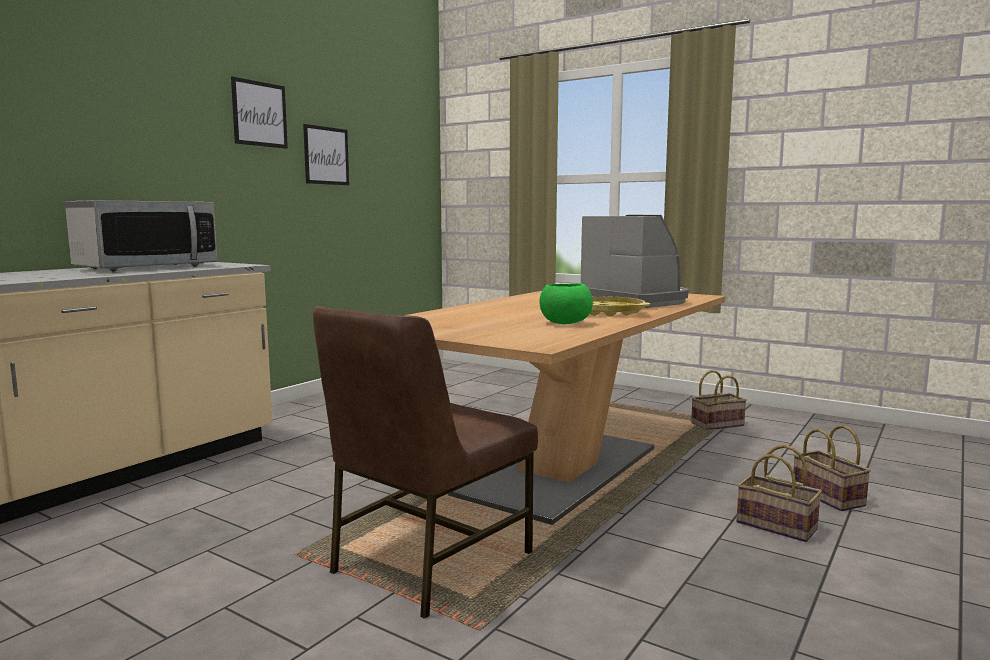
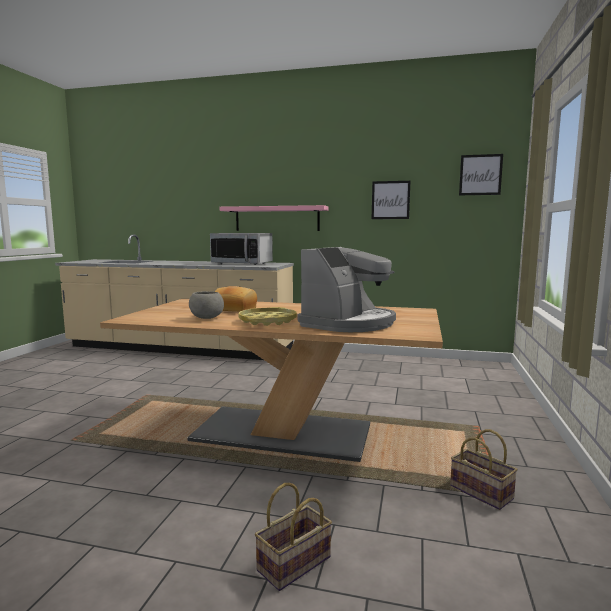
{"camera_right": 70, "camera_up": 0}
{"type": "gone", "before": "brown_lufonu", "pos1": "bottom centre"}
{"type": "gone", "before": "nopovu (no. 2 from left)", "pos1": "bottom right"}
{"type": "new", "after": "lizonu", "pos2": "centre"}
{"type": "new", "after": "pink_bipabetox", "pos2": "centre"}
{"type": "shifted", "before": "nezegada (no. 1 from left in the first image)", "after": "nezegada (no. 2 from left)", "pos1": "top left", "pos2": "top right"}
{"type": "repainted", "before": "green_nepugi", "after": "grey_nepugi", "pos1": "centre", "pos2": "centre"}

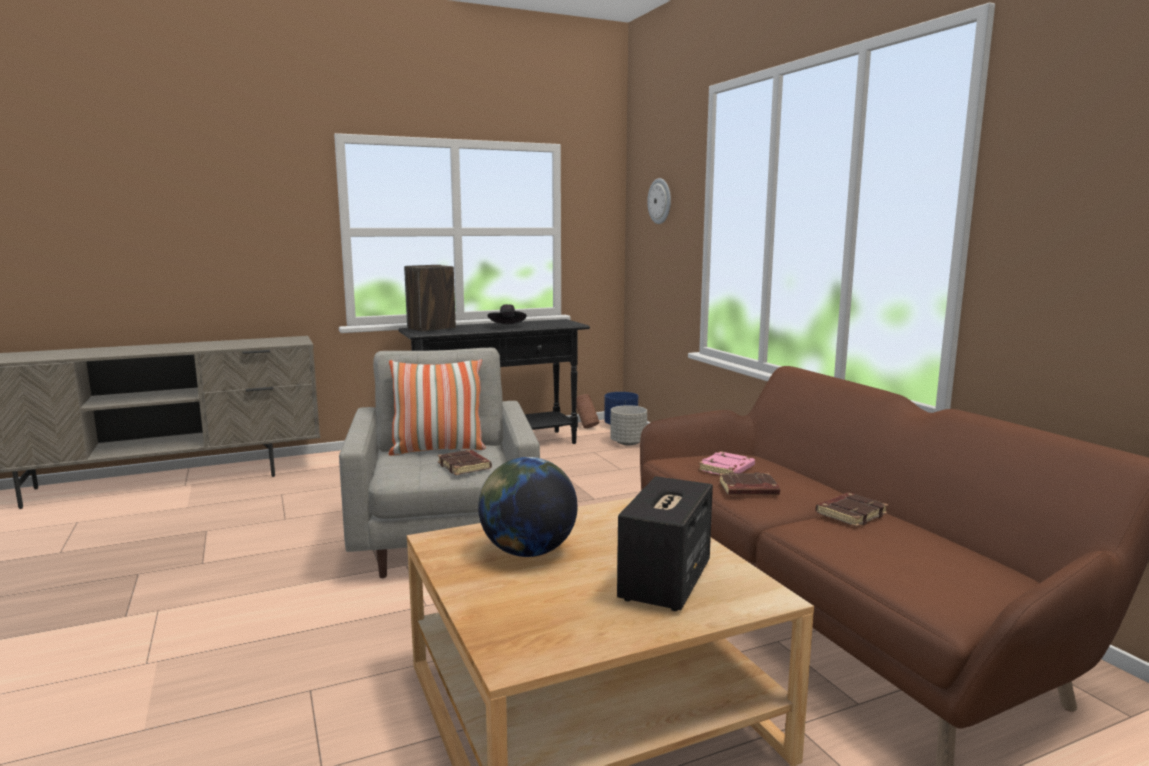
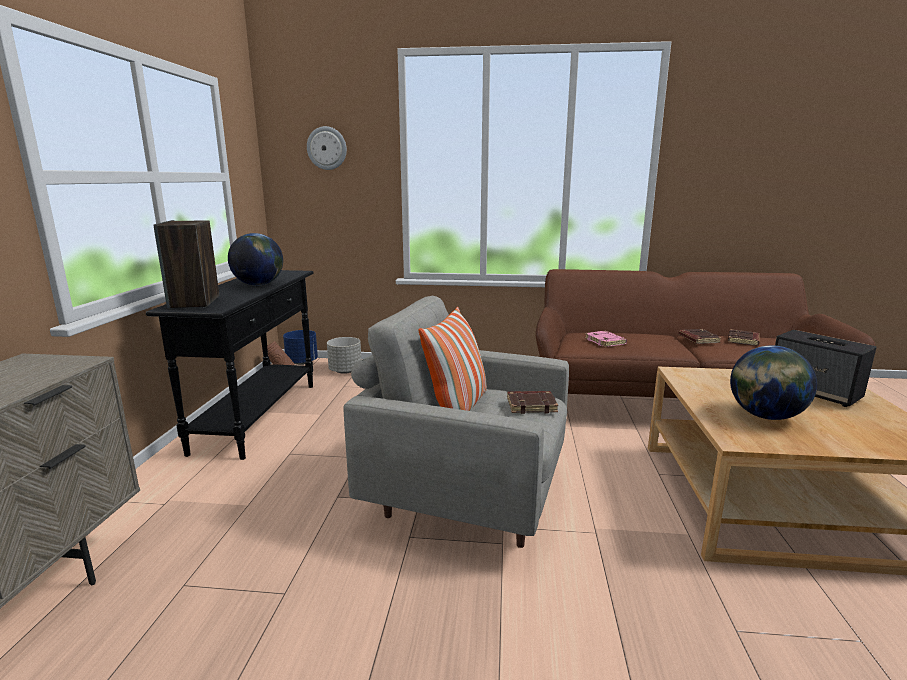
{"camera_right": -60, "camera_up": 5}
{"type": "shifted", "before": "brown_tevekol (no. 2 from left in the first image)", "after": "brown_tevekol (no. 3 from left)", "pos1": "centre", "pos2": "middle right"}
{"type": "swapped", "before": "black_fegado", "after": "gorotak (no. 1 from left)", "pos1": "centre", "pos2": "middle left"}

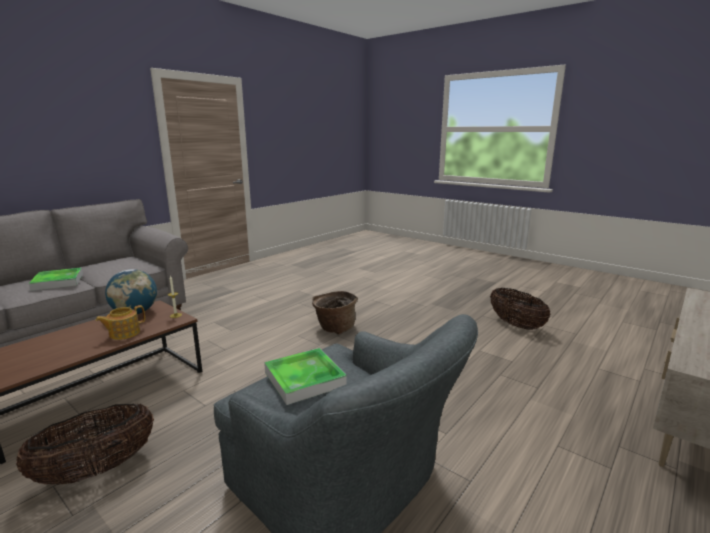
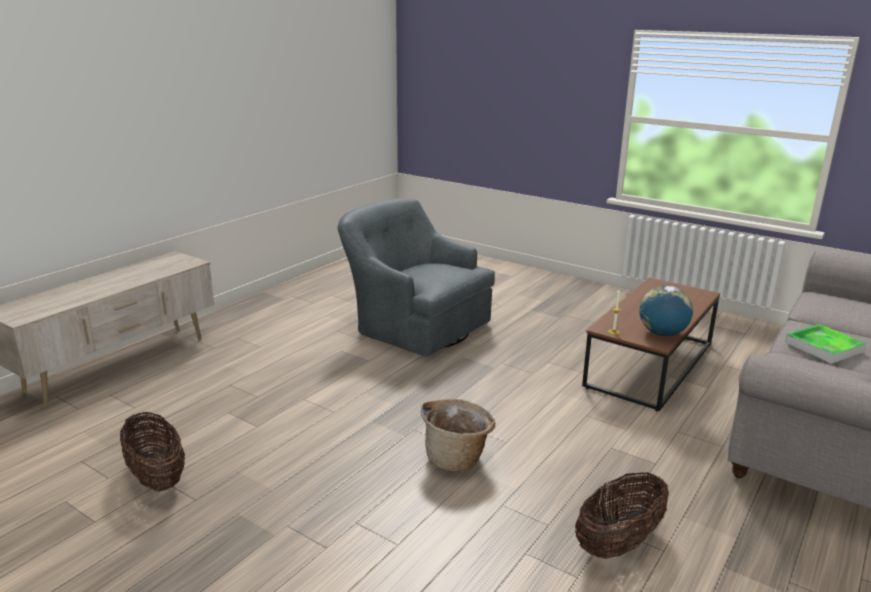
{"camera_right": 175, "camera_up": 5}
{"type": "gone", "before": "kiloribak", "pos1": "middle left"}
{"type": "gone", "before": "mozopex (no. 2 from left)", "pos1": "bottom centre"}
{"type": "shifted", "before": "nopovu (no. 1 from left in the first image)", "after": "nopovu (no. 3 from left)", "pos1": "bottom left", "pos2": "bottom right"}

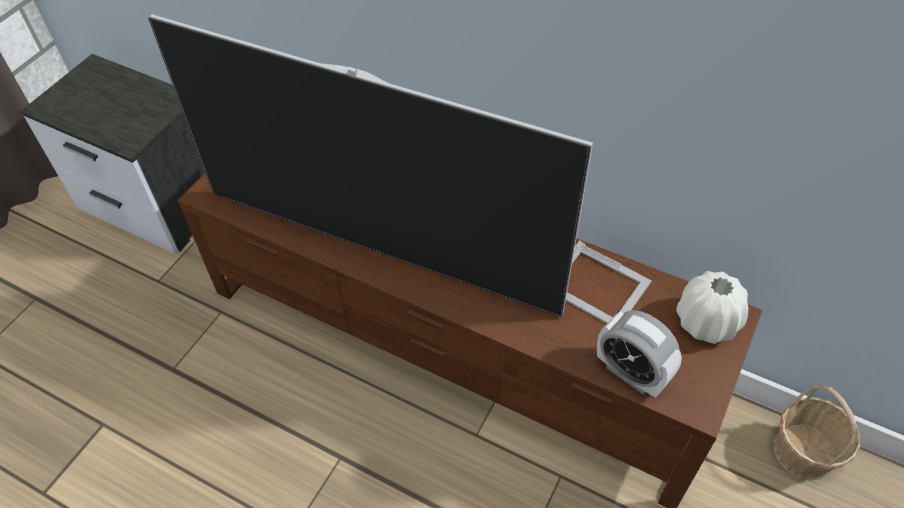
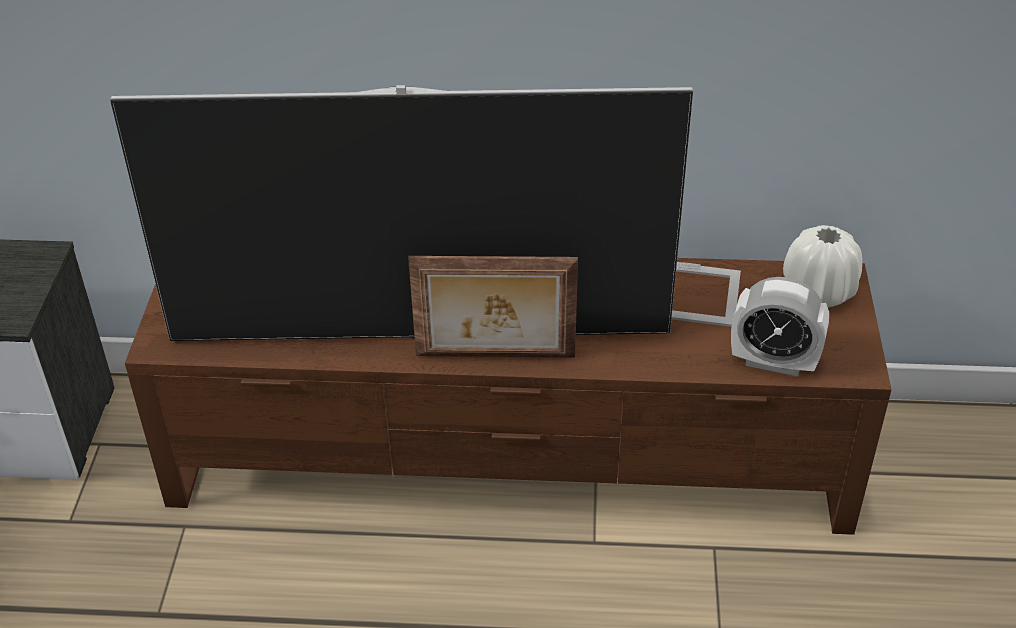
{"camera_right": -25, "camera_up": -10}
{"type": "gone", "before": "nopovu", "pos1": "bottom right"}
{"type": "new", "after": "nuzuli (no. 1 from left)", "pos2": "centre"}

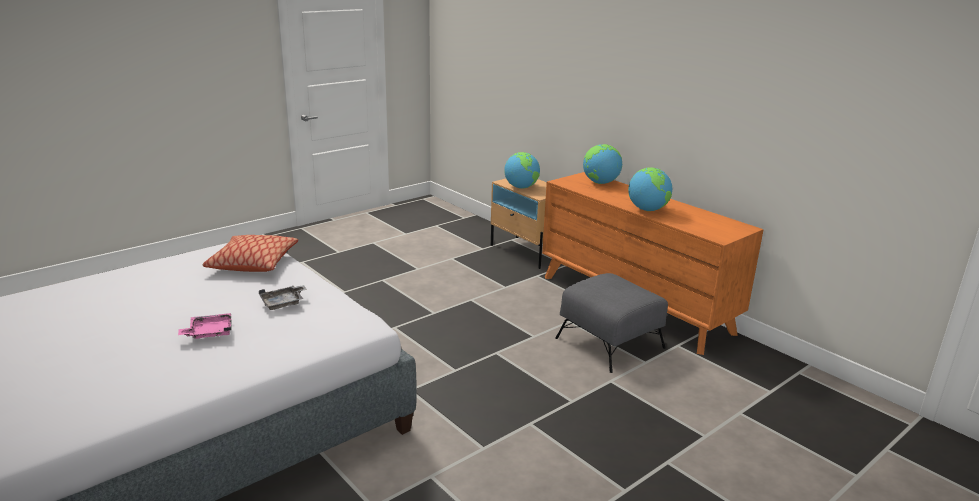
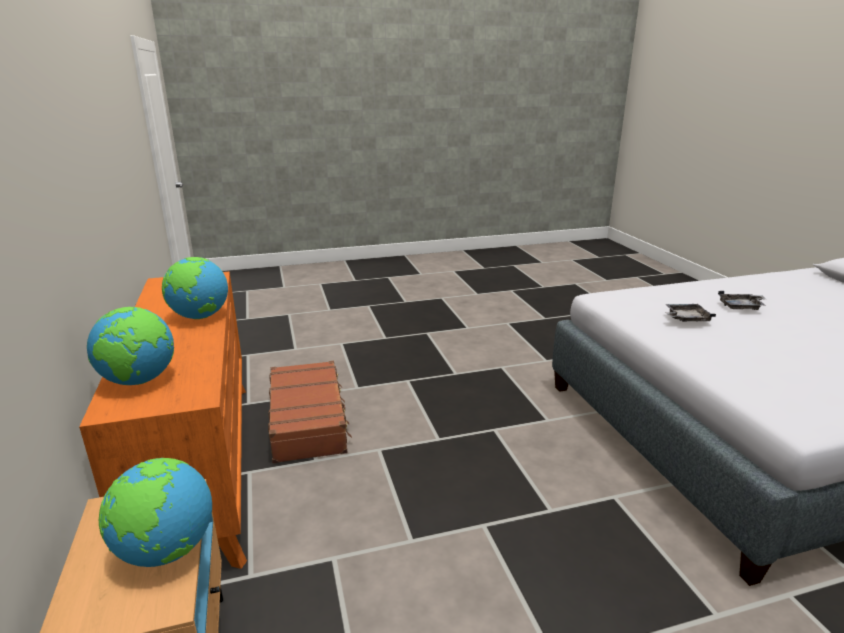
{"camera_right": -155, "camera_up": 0}
{"type": "gone", "before": "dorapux", "pos1": "middle left"}
{"type": "swapped", "before": "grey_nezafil", "after": "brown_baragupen", "pos1": "centre", "pos2": "centre"}
{"type": "repainted", "before": "pink_mozopex", "after": "grey_mozopex (no. 2 from left)", "pos1": "middle left", "pos2": "middle right"}

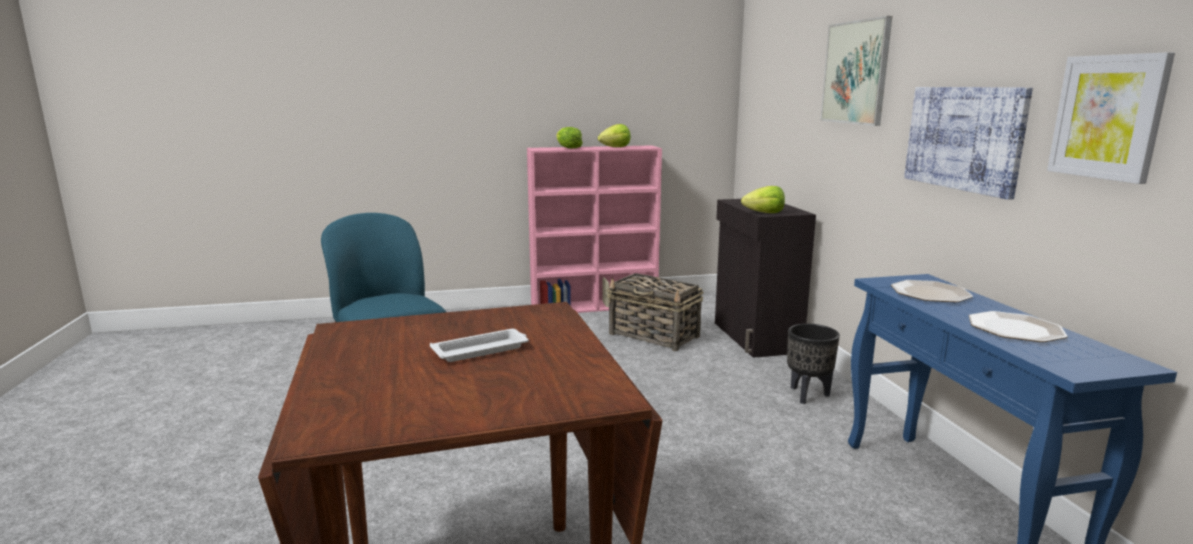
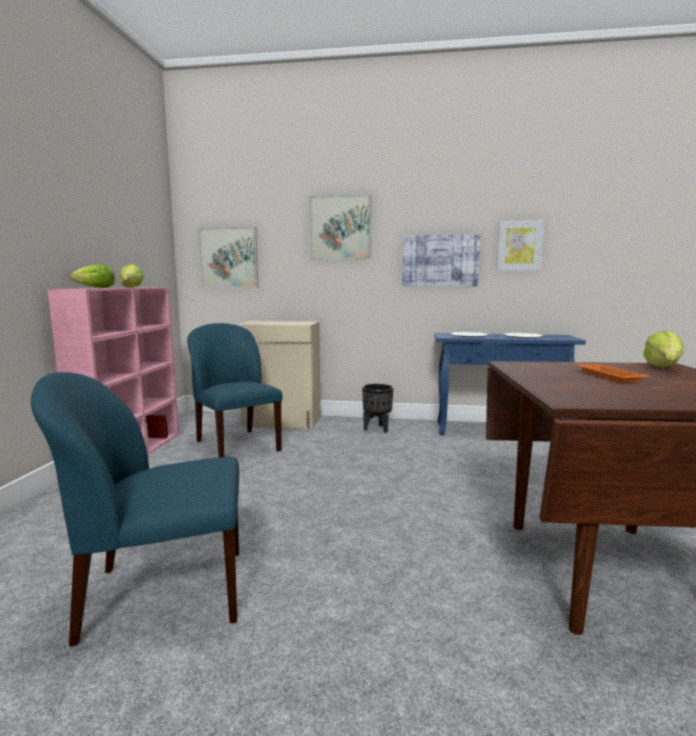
{"camera_right": -70, "camera_up": -5}
{"type": "new", "after": "nezegada (no. 1 from left)", "pos2": "middle left"}
{"type": "shifted", "before": "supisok (no. 3 from left)", "pos1": "centre", "pos2": "middle right"}
{"type": "swapped", "before": "nopovu", "after": "blue_lufonu (no. 2 from left)", "pos1": "centre", "pos2": "centre"}
{"type": "repainted", "before": "white_mozopex", "after": "orange_mozopex", "pos1": "centre", "pos2": "middle right"}
{"type": "repainted", "before": "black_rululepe", "after": "beige_rululepe", "pos1": "centre", "pos2": "centre"}

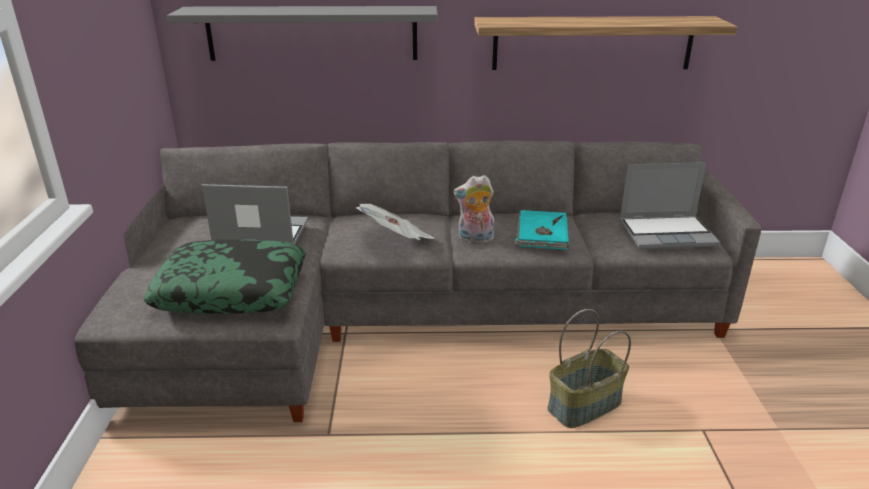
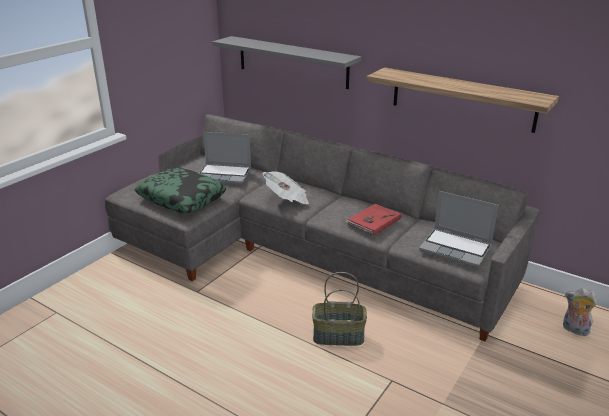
{"camera_right": 35, "camera_up": 0}
{"type": "shifted", "before": "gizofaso", "pos1": "centre", "pos2": "bottom right"}
{"type": "repainted", "before": "turquoise_tevekol", "after": "red_tevekol", "pos1": "centre", "pos2": "centre"}
{"type": "rotated", "before": "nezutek (no. 1 from left)", "pos1": "middle left", "pos2": "centre", "turn": 150}

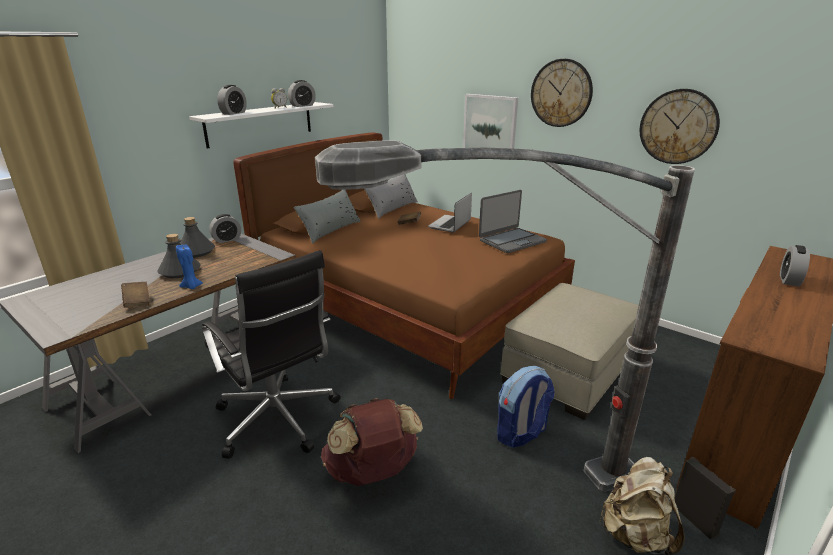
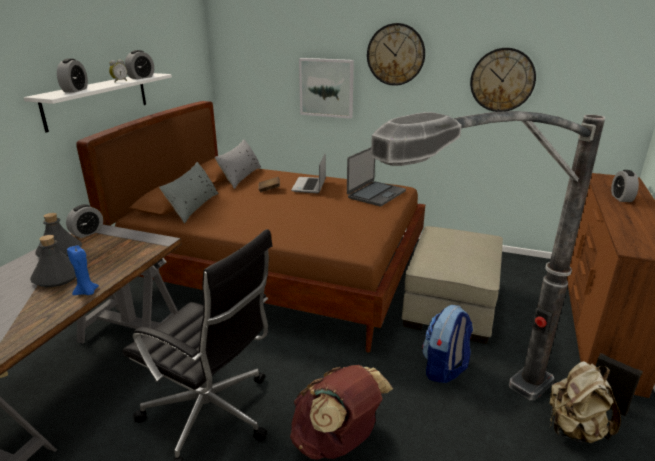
{"camera_right": -20, "camera_up": 0}
{"type": "gone", "before": "brown_tevekol (no. 1 from left)", "pos1": "middle left"}

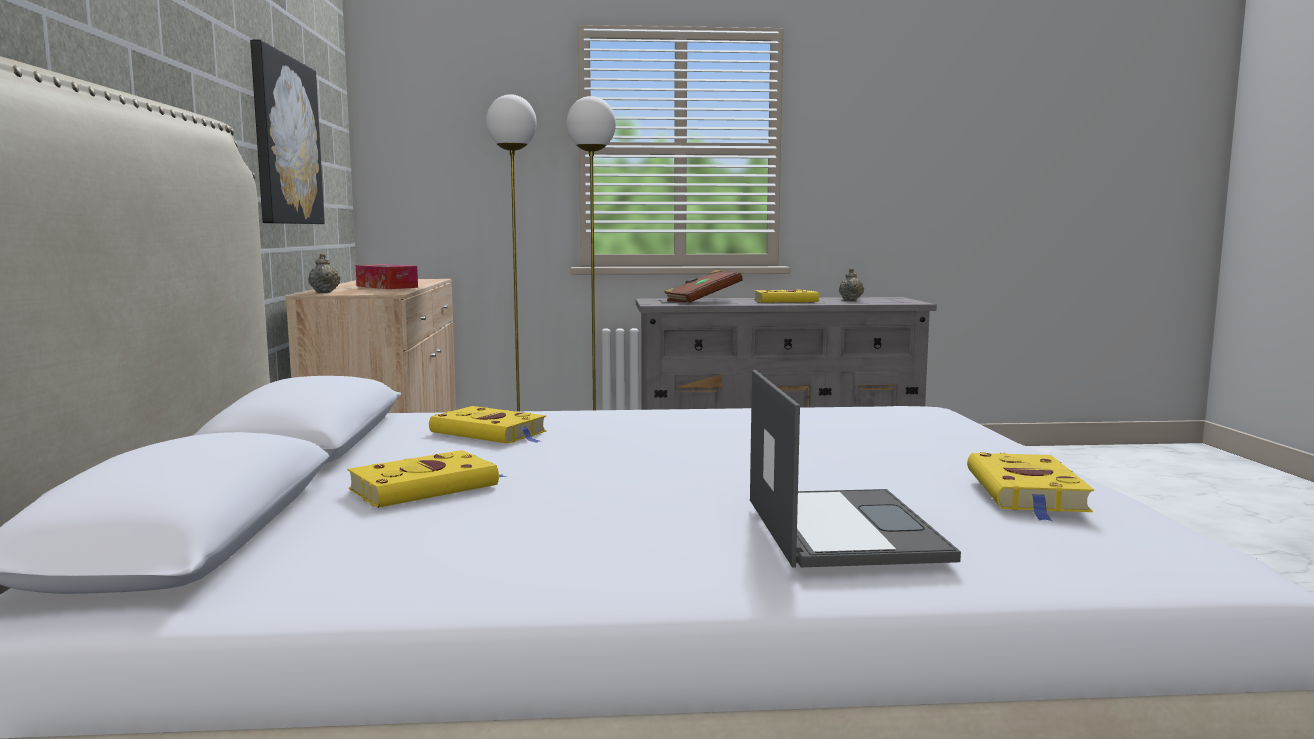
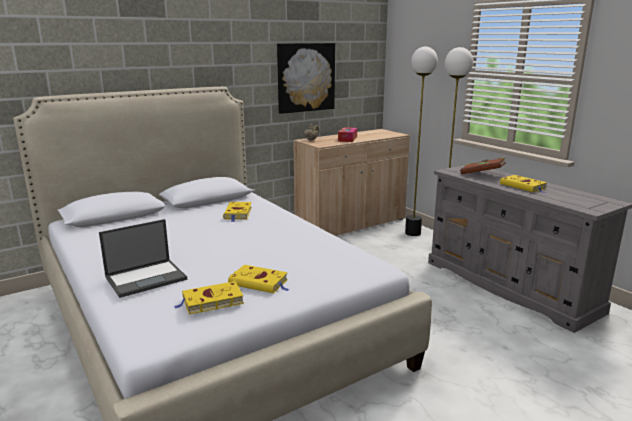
{"camera_right": 60, "camera_up": 10}
{"type": "gone", "before": "beige_kiloribak (no. 2 from left)", "pos1": "centre"}
{"type": "shifted", "before": "yellow_tevekol (no. 1 from left in the first image)", "after": "yellow_tevekol (no. 3 from left)", "pos1": "middle left", "pos2": "centre"}

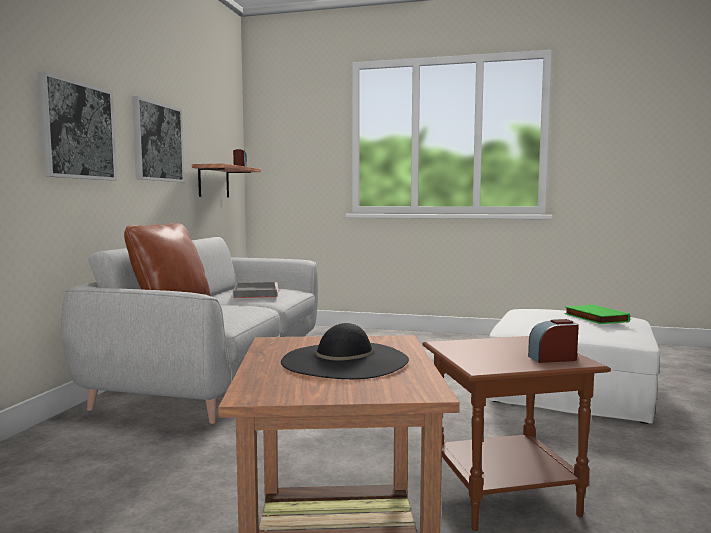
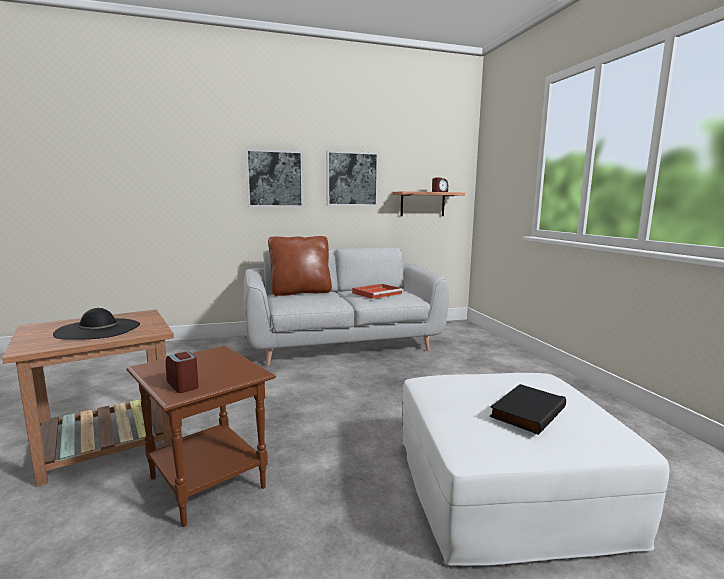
{"camera_right": 60, "camera_up": 5}
{"type": "repainted", "before": "grey_mozopex", "after": "red_mozopex", "pos1": "centre", "pos2": "centre"}
{"type": "repainted", "before": "green_tevekol", "after": "black_tevekol", "pos1": "middle right", "pos2": "bottom right"}

